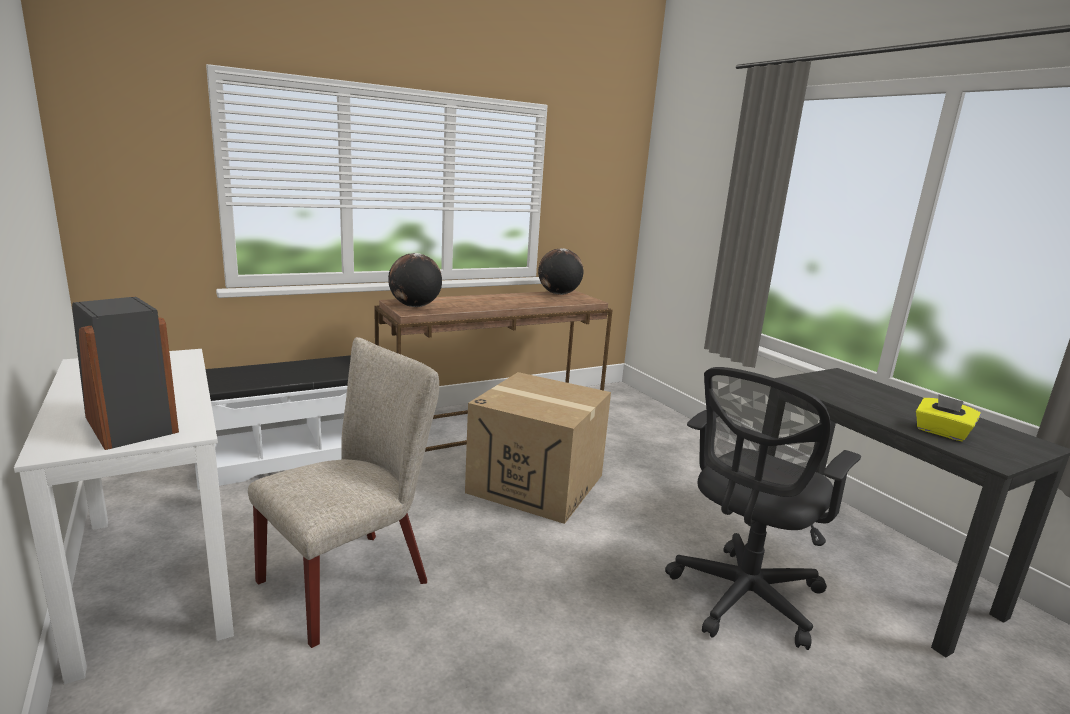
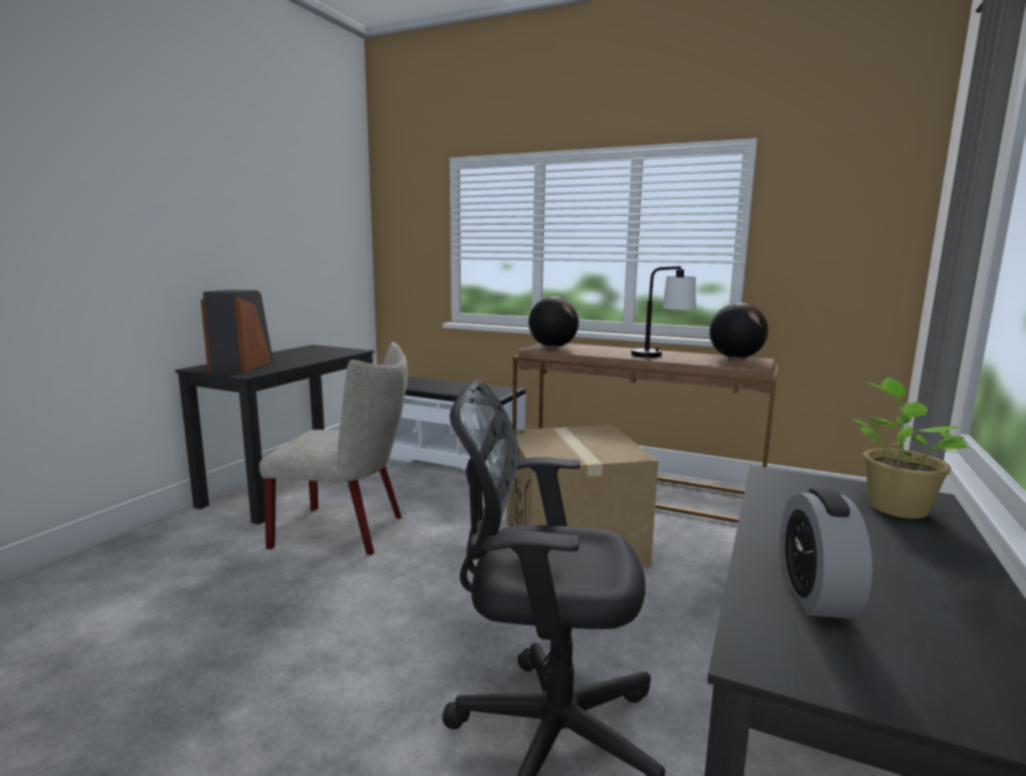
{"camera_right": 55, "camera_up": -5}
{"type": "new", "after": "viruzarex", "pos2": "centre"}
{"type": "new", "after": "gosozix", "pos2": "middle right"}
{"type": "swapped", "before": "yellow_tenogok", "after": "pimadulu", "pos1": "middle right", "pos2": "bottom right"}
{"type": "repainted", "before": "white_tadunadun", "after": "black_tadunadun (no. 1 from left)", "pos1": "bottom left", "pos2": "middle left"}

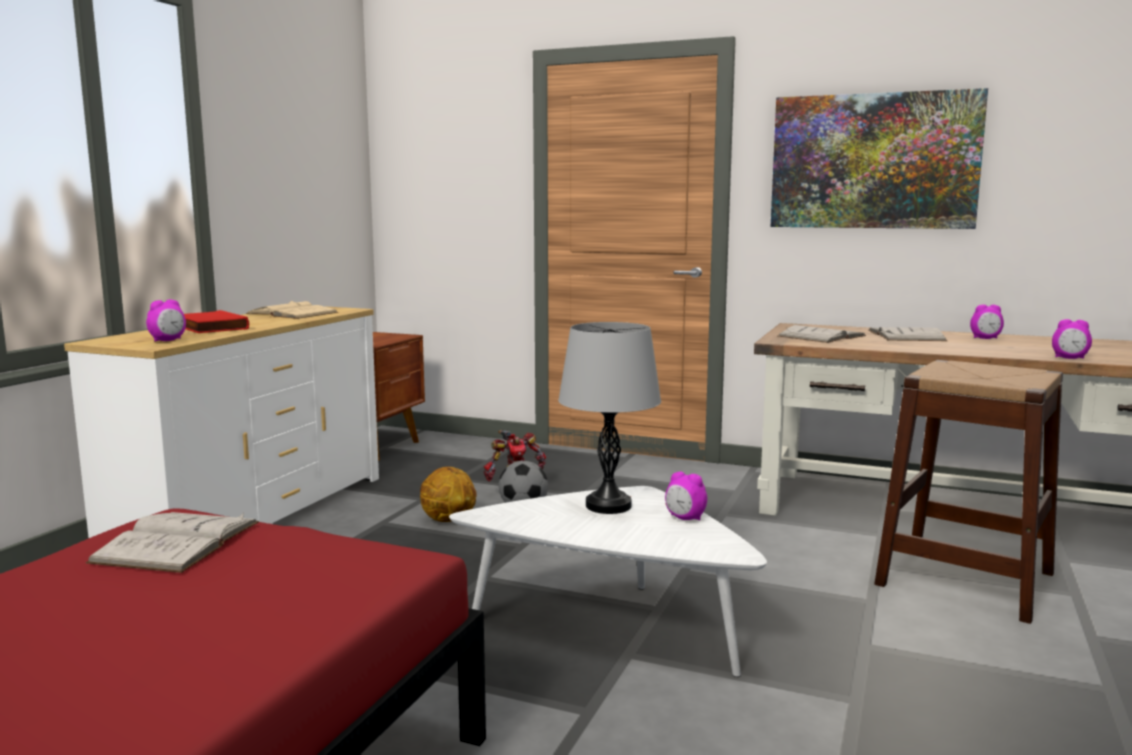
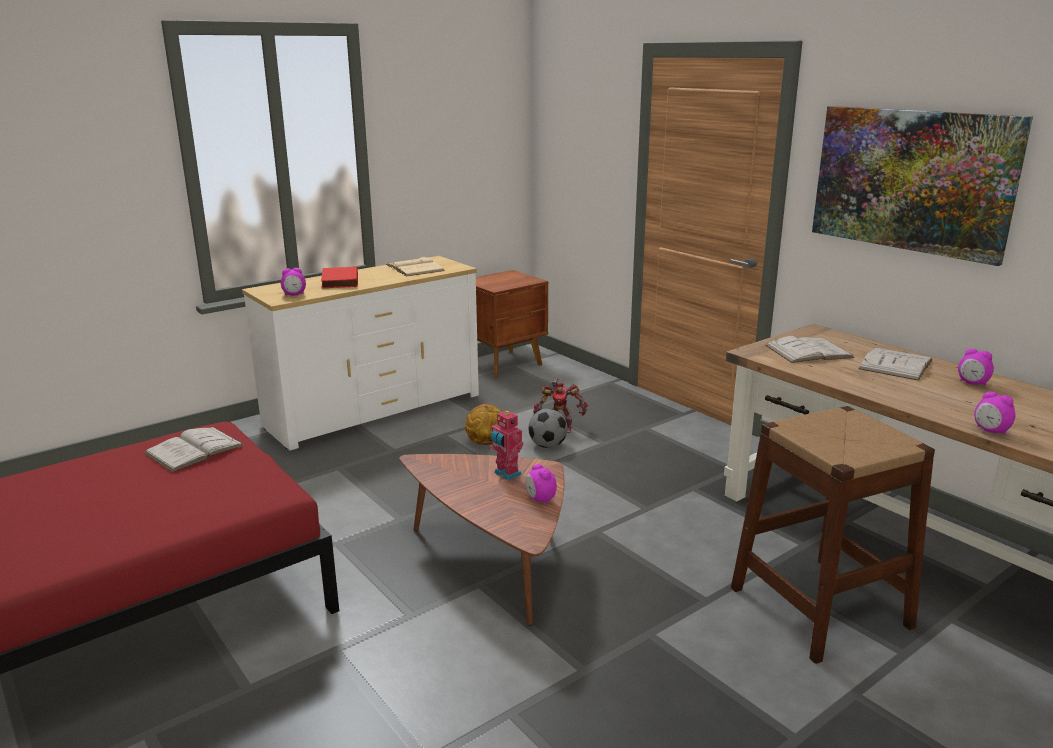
{"camera_right": 30, "camera_up": 10}
{"type": "swapped", "before": "grey_viruzarex", "after": "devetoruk (no. 1 from left)", "pos1": "centre", "pos2": "centre"}
{"type": "repainted", "before": "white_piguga", "after": "brown_piguga", "pos1": "bottom centre", "pos2": "bottom centre"}

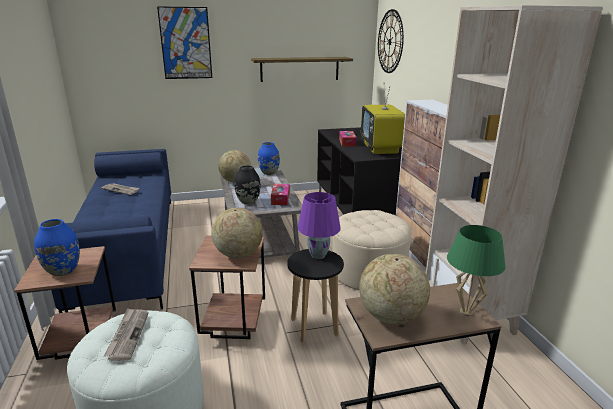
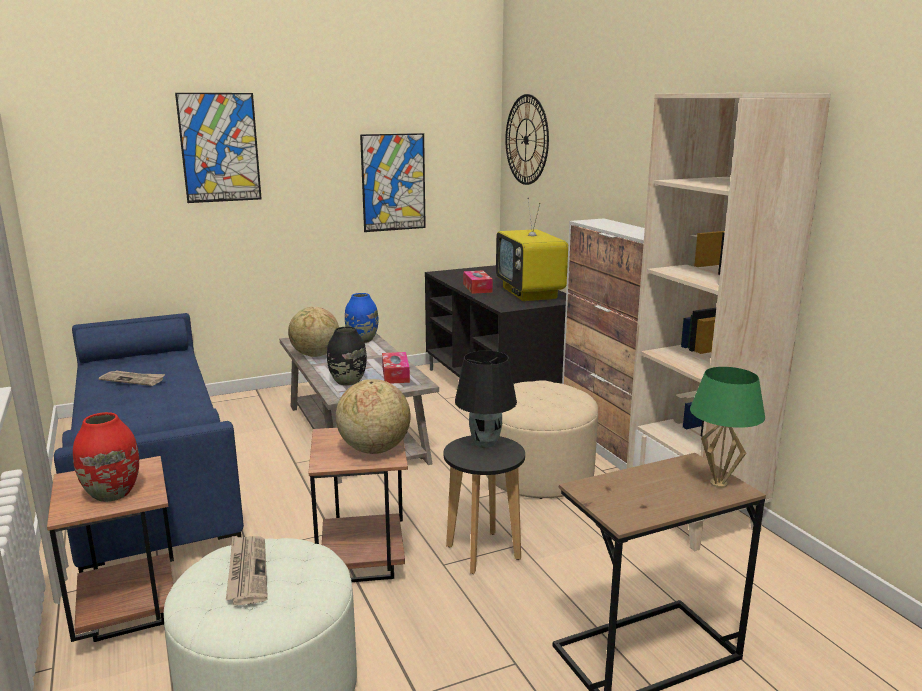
{"camera_right": -10, "camera_up": -5}
{"type": "gone", "before": "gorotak (no. 3 from left)", "pos1": "bottom centre"}
{"type": "swapped", "before": "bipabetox", "after": "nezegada (no. 2 from left)", "pos1": "top centre", "pos2": "top centre"}
{"type": "repainted", "before": "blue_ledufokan (no. 1 from left)", "after": "red_ledufokan", "pos1": "middle left", "pos2": "middle left"}
{"type": "repainted", "before": "purple_viruzarex", "after": "black_viruzarex", "pos1": "centre", "pos2": "centre"}

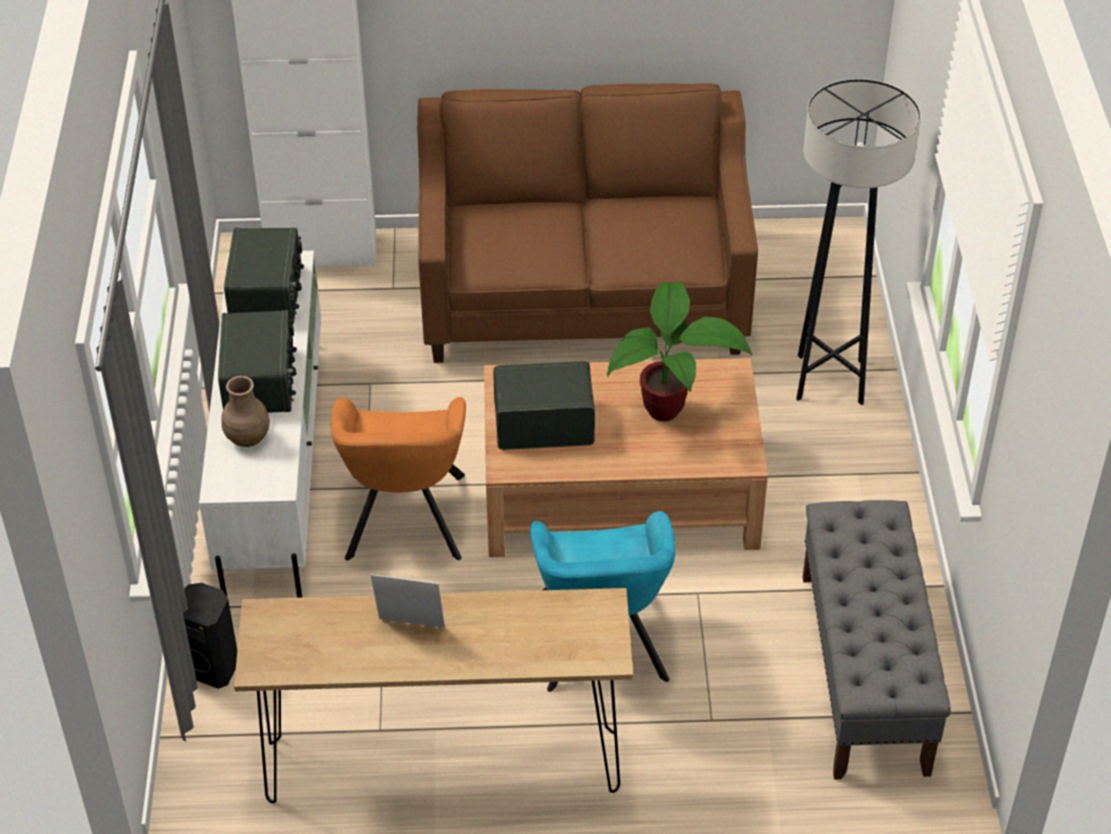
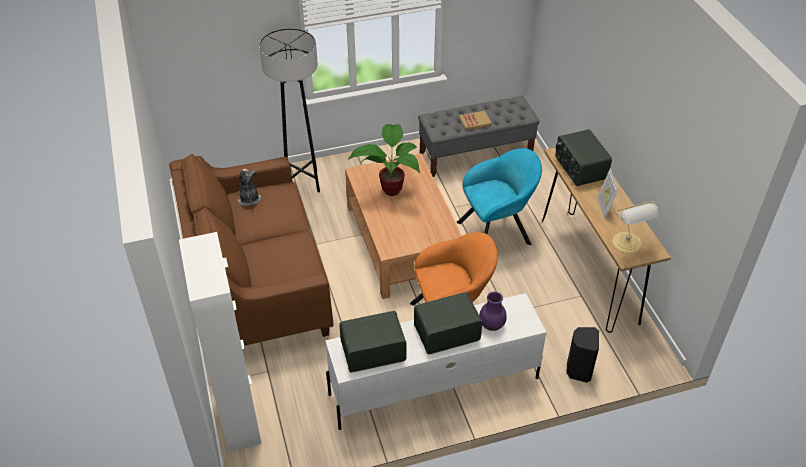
{"camera_right": -105, "camera_up": 0}
{"type": "new", "after": "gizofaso", "pos2": "middle left"}
{"type": "new", "after": "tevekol", "pos2": "top centre"}
{"type": "new", "after": "viruzarex", "pos2": "middle right"}
{"type": "shifted", "before": "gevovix (no. 3 from left)", "pos1": "centre", "pos2": "middle right"}
{"type": "repainted", "before": "brown_ledufokan", "after": "purple_ledufokan", "pos1": "middle left", "pos2": "centre"}

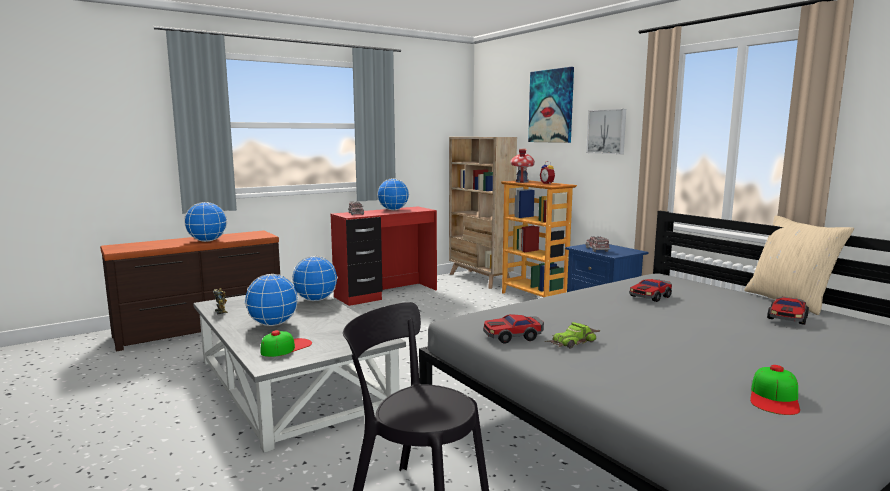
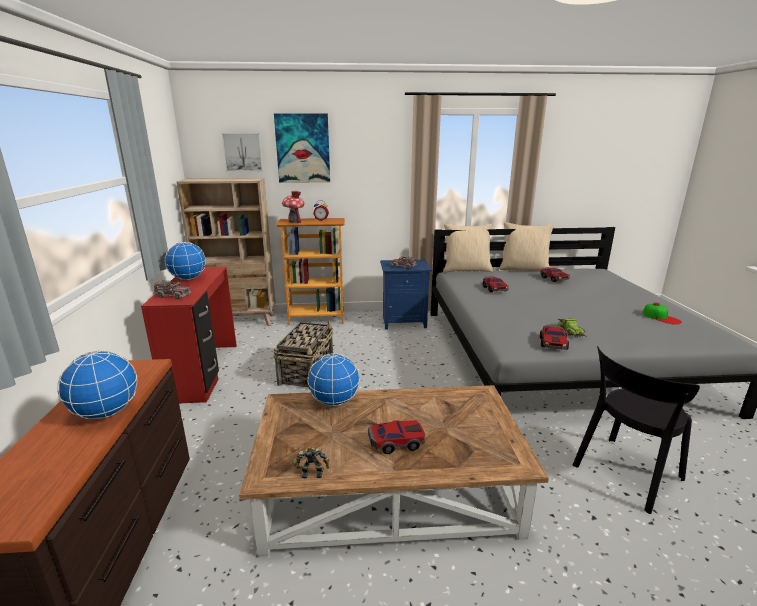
{"camera_right": -60, "camera_up": 10}
{"type": "gone", "before": "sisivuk (no. 1 from left)", "pos1": "bottom left"}
{"type": "new", "after": "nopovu", "pos2": "centre"}
{"type": "new", "after": "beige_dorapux (no. 1 from left)", "pos2": "centre"}
{"type": "shifted", "before": "nezegada (no. 2 from left in the first image)", "after": "nezegada (no. 1 from left)", "pos1": "top right", "pos2": "top left"}
{"type": "swapped", "before": "gorotak (no. 2 from left)", "after": "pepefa (no. 1 from left)", "pos1": "middle left", "pos2": "bottom centre"}
{"type": "repainted", "before": "grey_piguga", "after": "brown_piguga", "pos1": "bottom centre", "pos2": "bottom centre"}

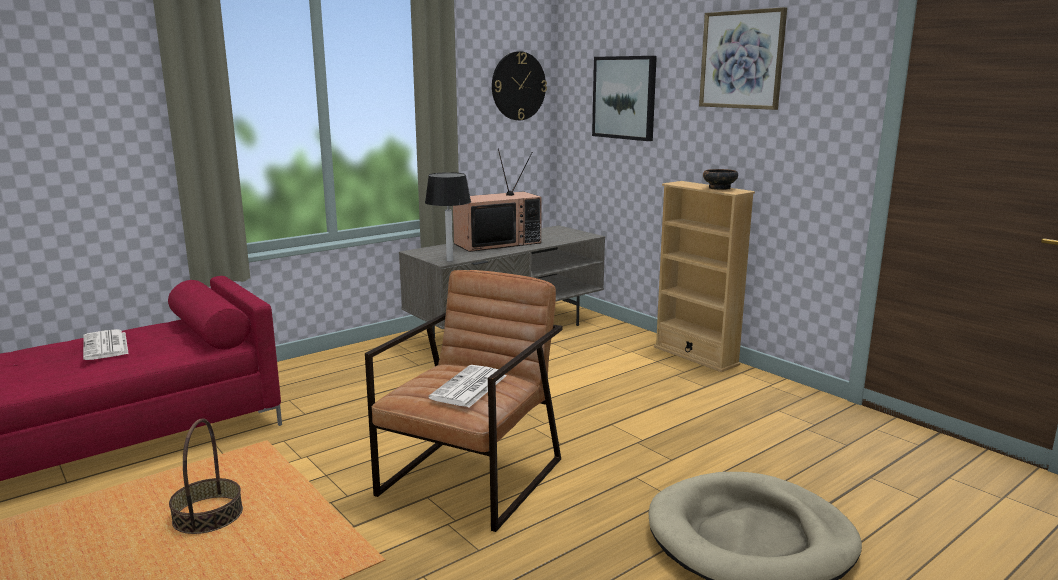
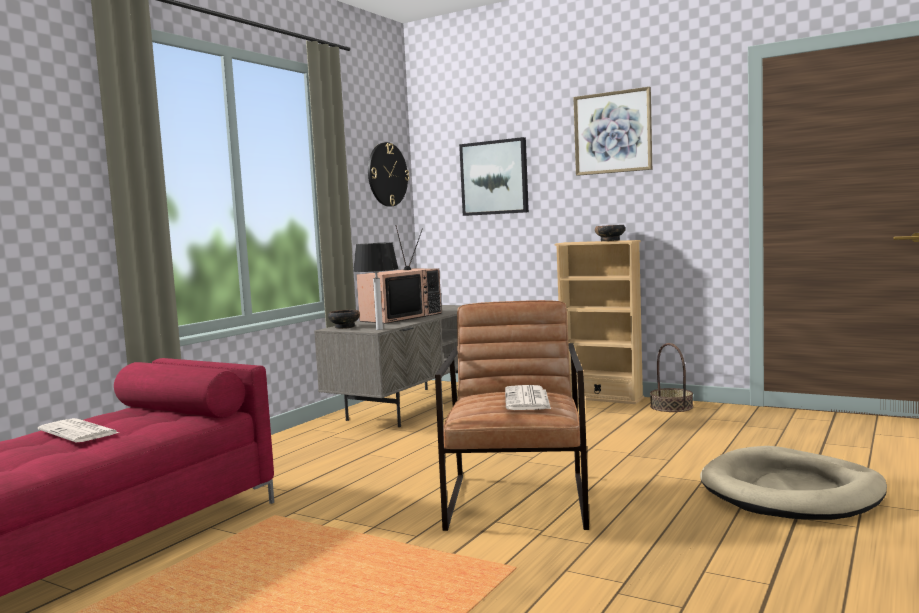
{"camera_right": -20, "camera_up": -10}
{"type": "new", "after": "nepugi (no. 1 from left)", "pos2": "centre"}
{"type": "shifted", "before": "nopovu", "pos1": "bottom left", "pos2": "middle right"}

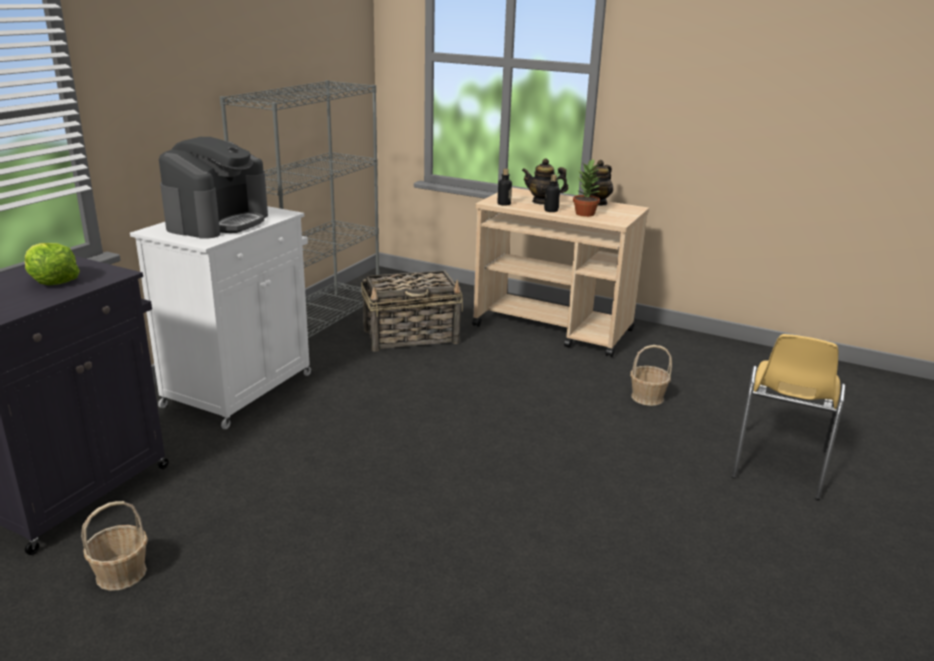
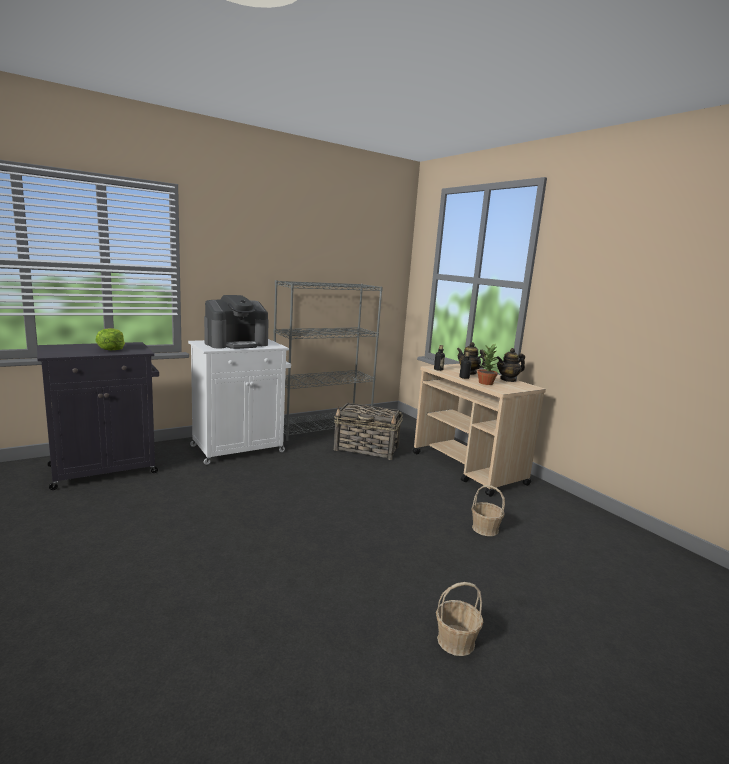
{"camera_right": 30, "camera_up": -10}
{"type": "gone", "before": "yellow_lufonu", "pos1": "middle right"}
{"type": "shifted", "before": "nopovu (no. 1 from left in the first image)", "after": "nopovu (no. 2 from left)", "pos1": "bottom left", "pos2": "bottom centre"}

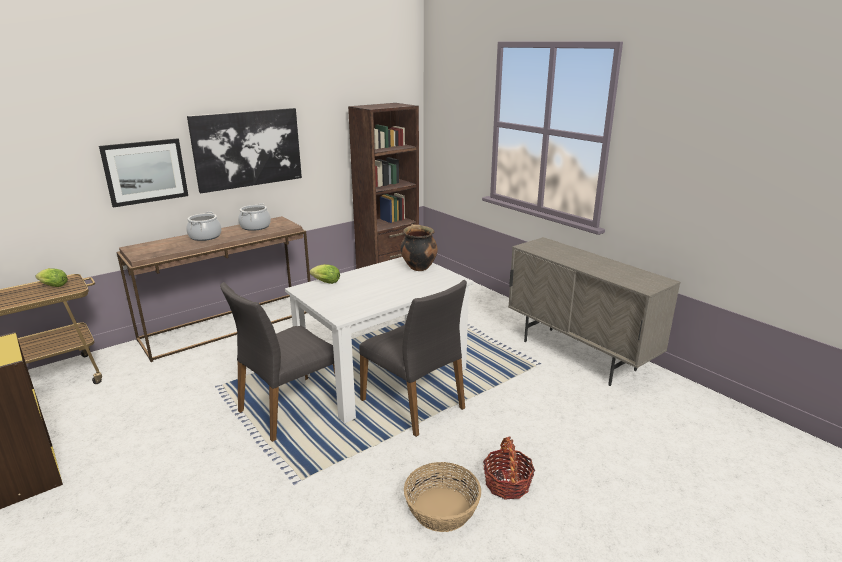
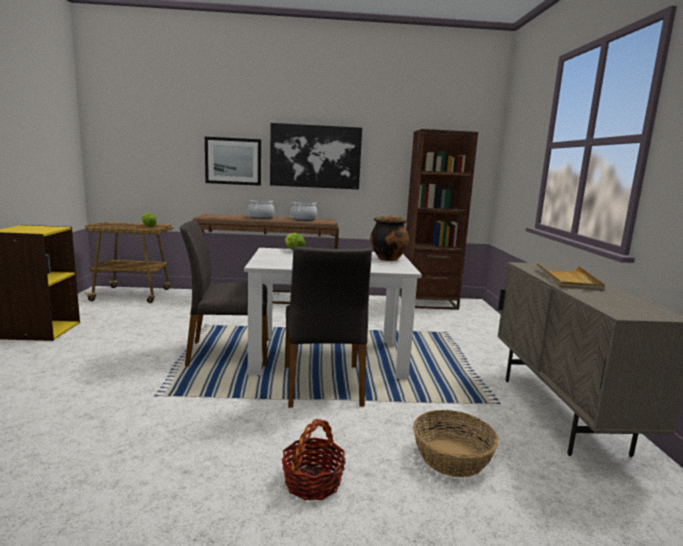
{"camera_right": 35, "camera_up": -10}
{"type": "new", "after": "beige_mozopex", "pos2": "middle right"}
{"type": "shifted", "before": "nopovu (no. 1 from left in the first image)", "after": "nopovu (no. 2 from left)", "pos1": "bottom centre", "pos2": "bottom right"}

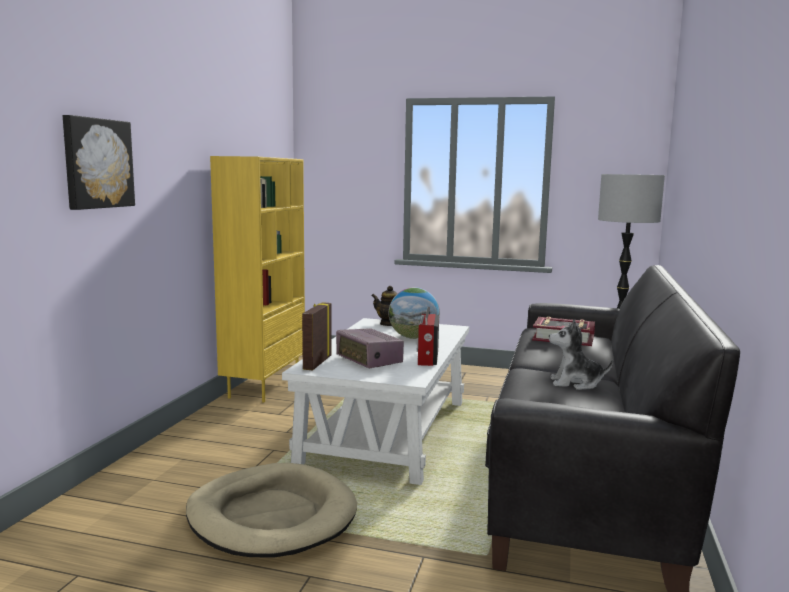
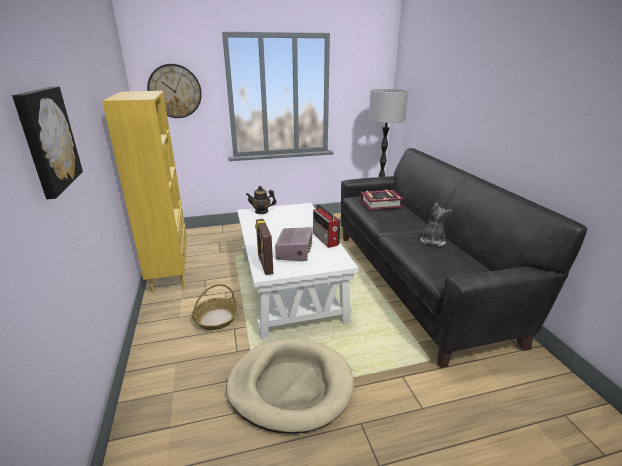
{"camera_right": -30, "camera_up": 15}
{"type": "gone", "before": "gorotak", "pos1": "centre"}
{"type": "new", "after": "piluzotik", "pos2": "top left"}
{"type": "new", "after": "nopovu", "pos2": "centre"}
{"type": "rotated", "before": "gevovix (no. 1 from left)", "pos1": "centre", "pos2": "centre", "turn": -105}
{"type": "rotated", "before": "gizofaso", "pos1": "middle right", "pos2": "middle right", "turn": 135}

